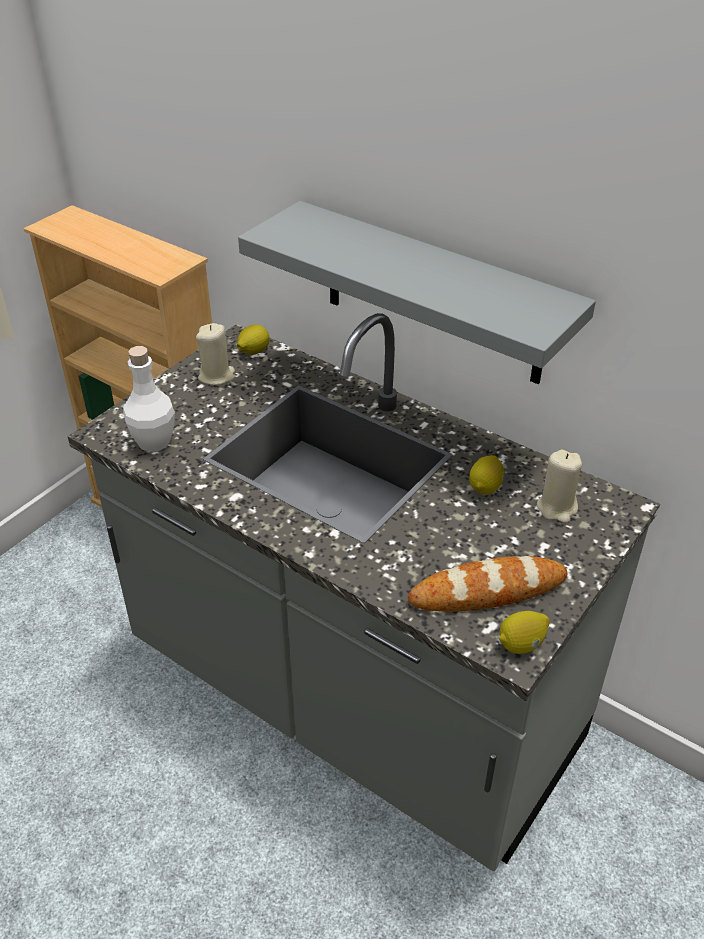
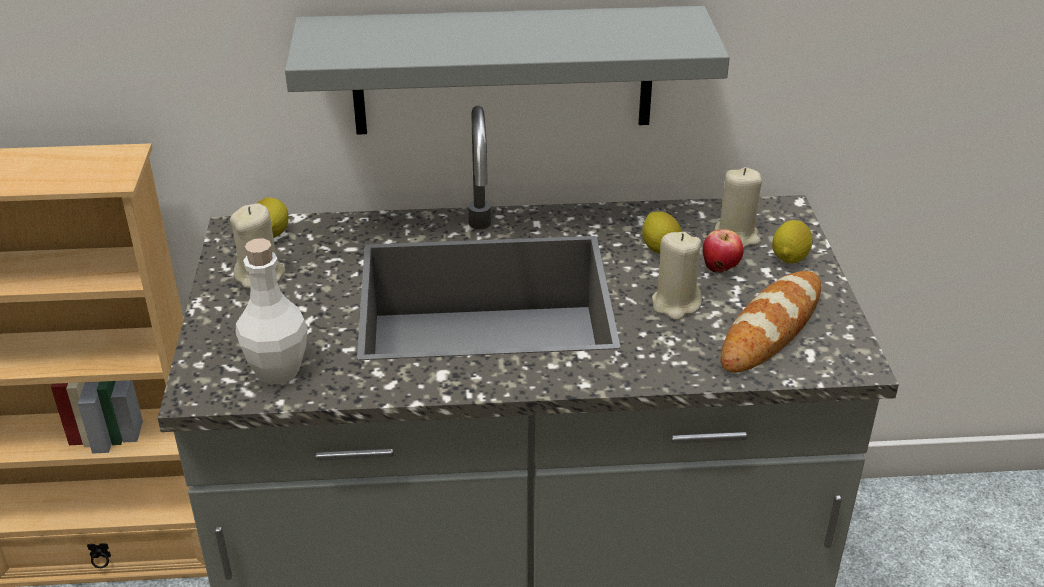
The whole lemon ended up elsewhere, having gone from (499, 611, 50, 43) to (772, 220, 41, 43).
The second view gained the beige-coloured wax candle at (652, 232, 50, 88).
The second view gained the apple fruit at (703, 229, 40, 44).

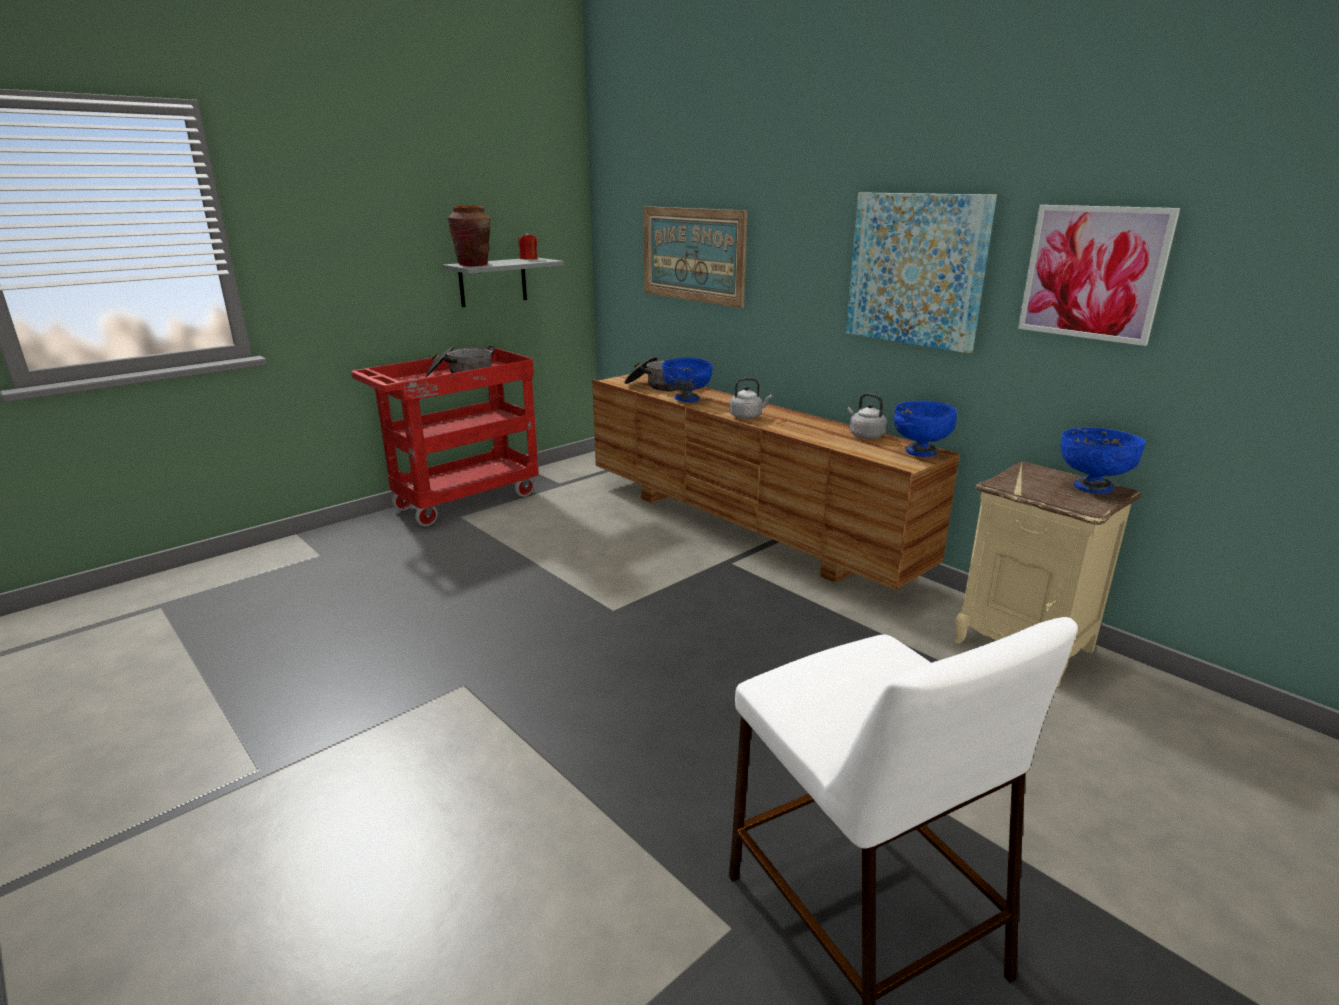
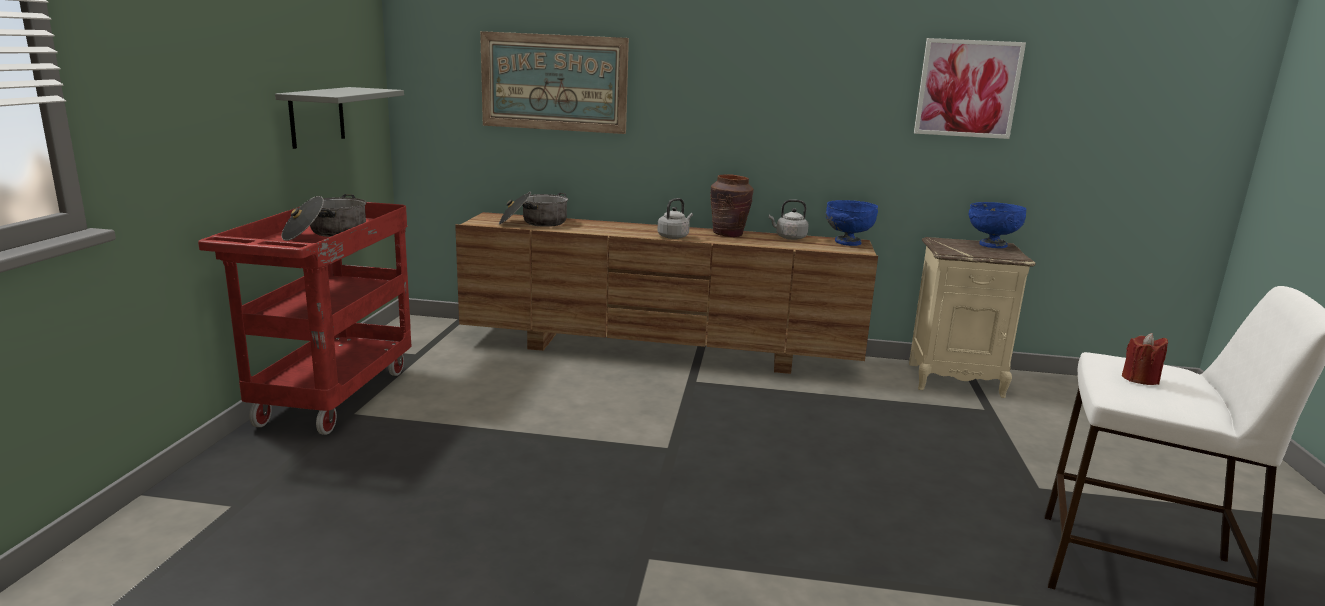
The brown-coloured vase ended up elsewhere, having gone from (448, 206, 43, 60) to (710, 174, 44, 63).
The red-coloured wax candle ended up elsewhere, having gone from (519, 232, 18, 28) to (1122, 333, 46, 52).
The second view lost the blue serving bowl at (662, 358, 51, 44).
The second view lost the picture at (846, 192, 151, 161).

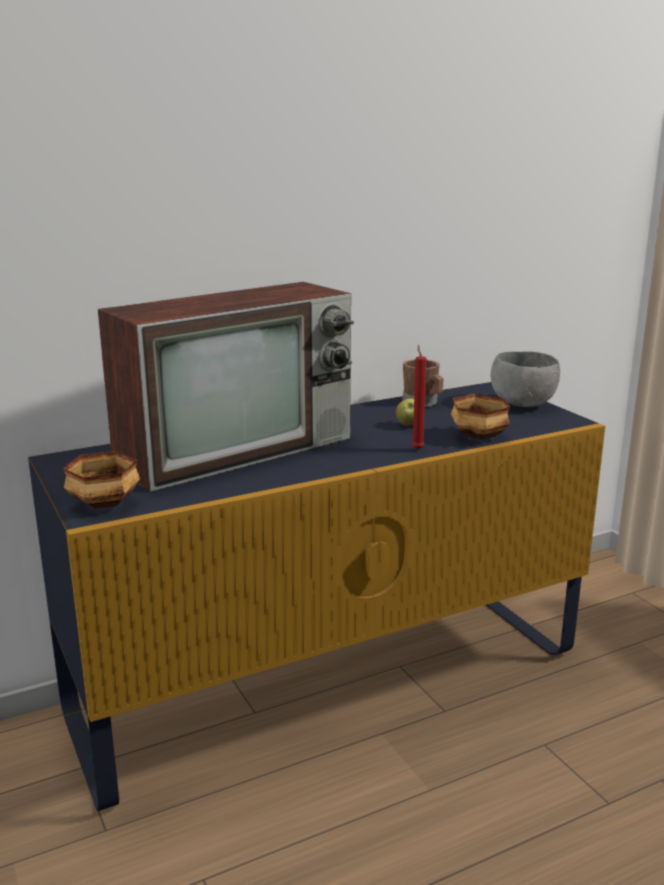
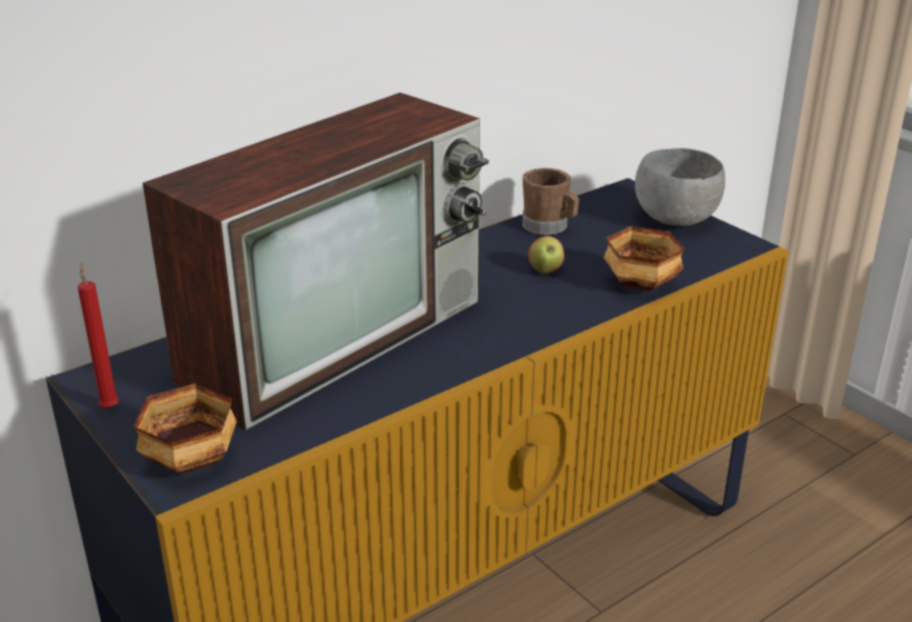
The red-coloured wax candle ended up elsewhere, having gone from (411, 344, 16, 105) to (78, 262, 41, 147).

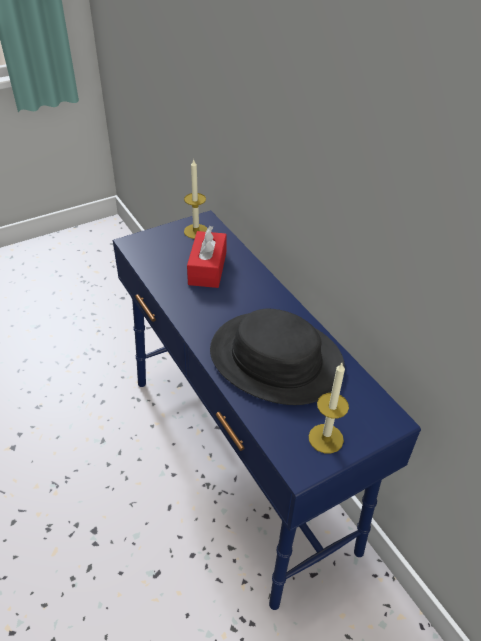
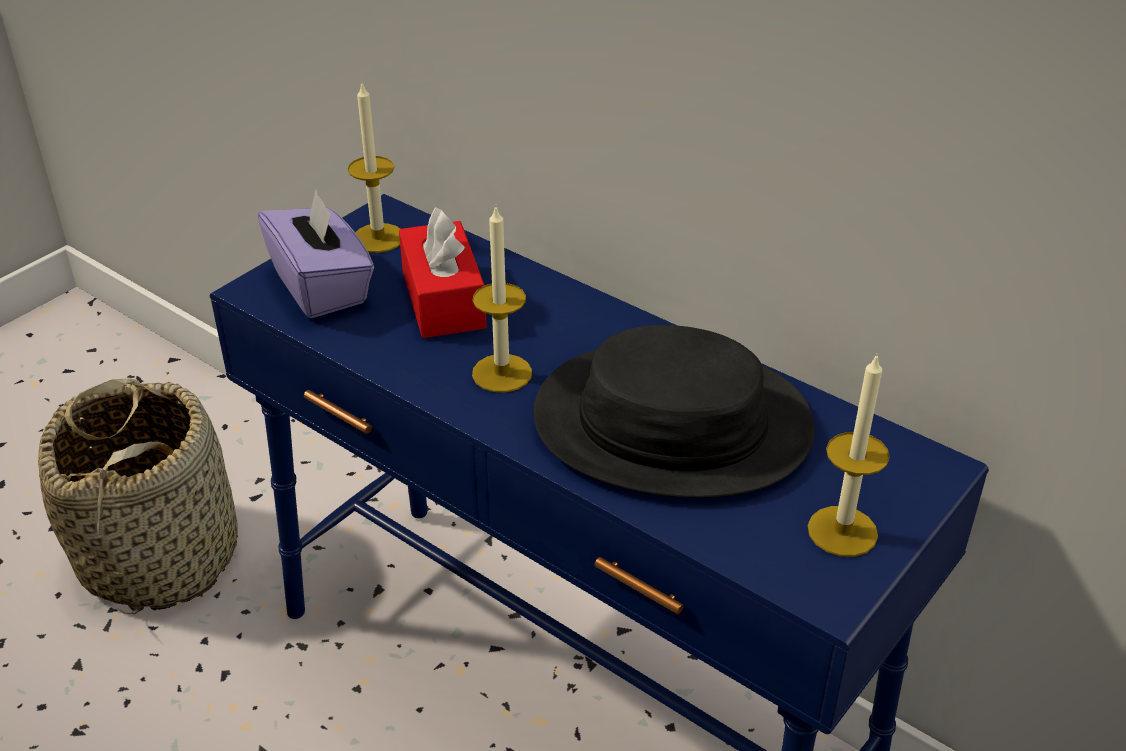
The second view gained the basket at (38, 378, 200, 236).
The second view gained the purplish tissue holder at (258, 190, 116, 128).
The second view gained the wax candle at (472, 205, 60, 188).

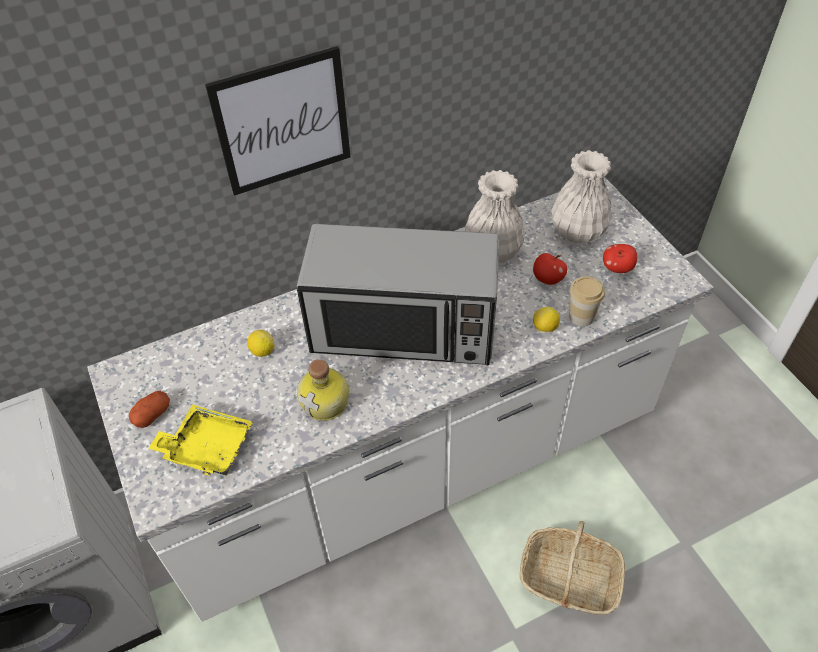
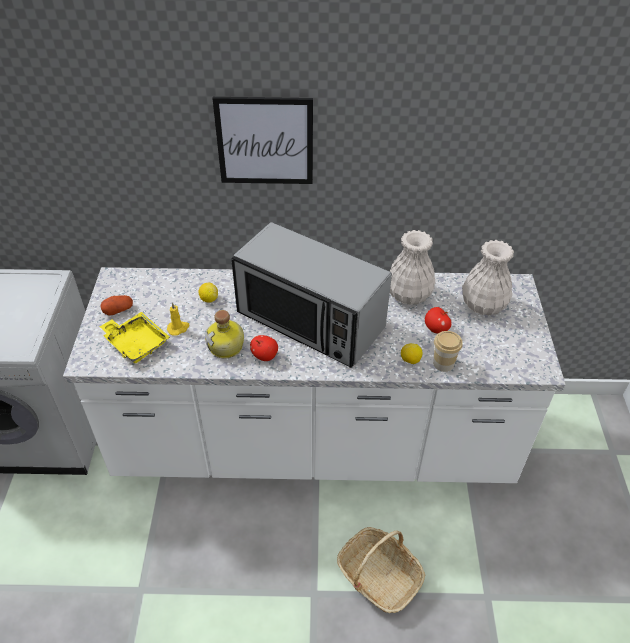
The apple fruit ended up elsewhere, having gone from (603, 244, 34, 29) to (250, 335, 28, 26).
The second view gained the yellowish wax candle at (167, 302, 23, 33).

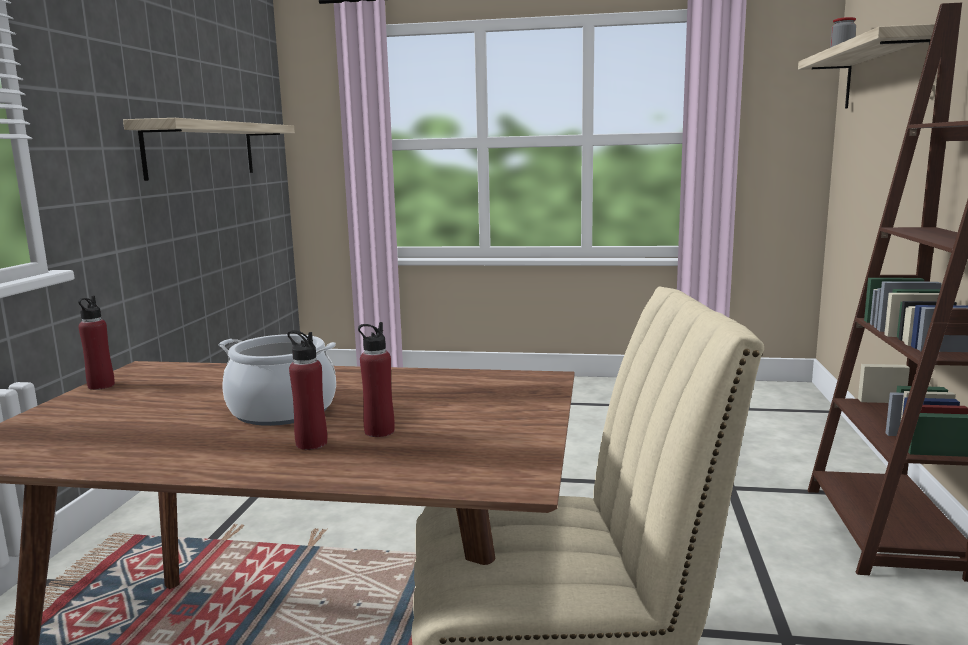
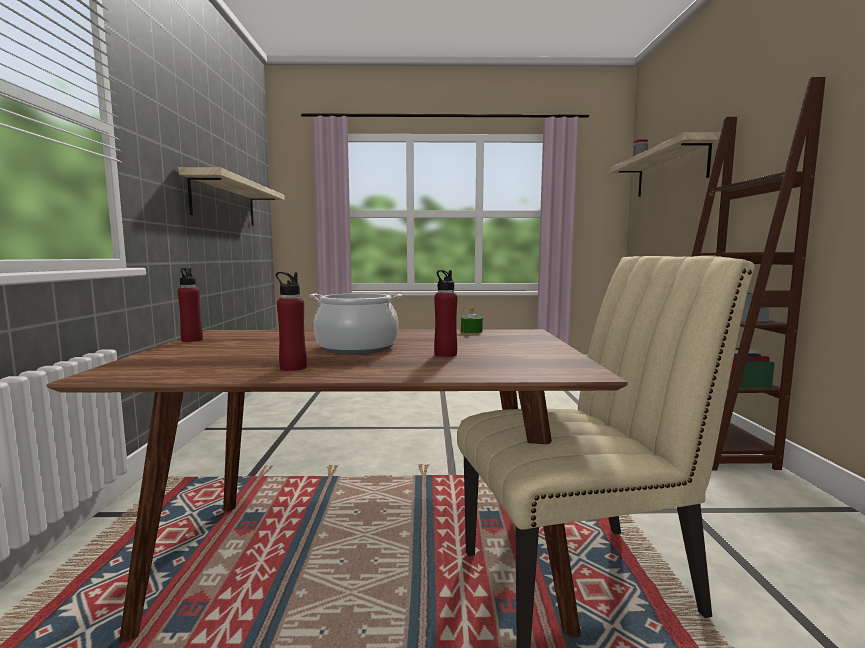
The red-coloured beverage bottle ended up elsewhere, having gone from (287, 330, 40, 120) to (276, 272, 31, 99).
The second view gained the green wax candle at (461, 306, 22, 27).

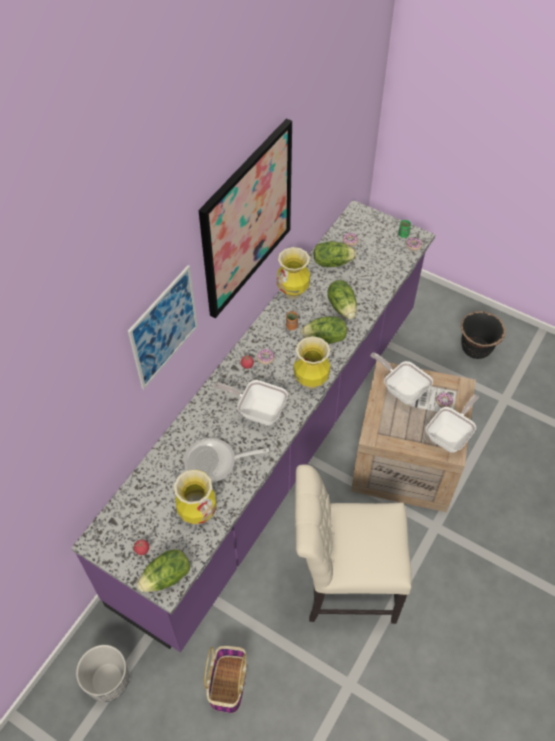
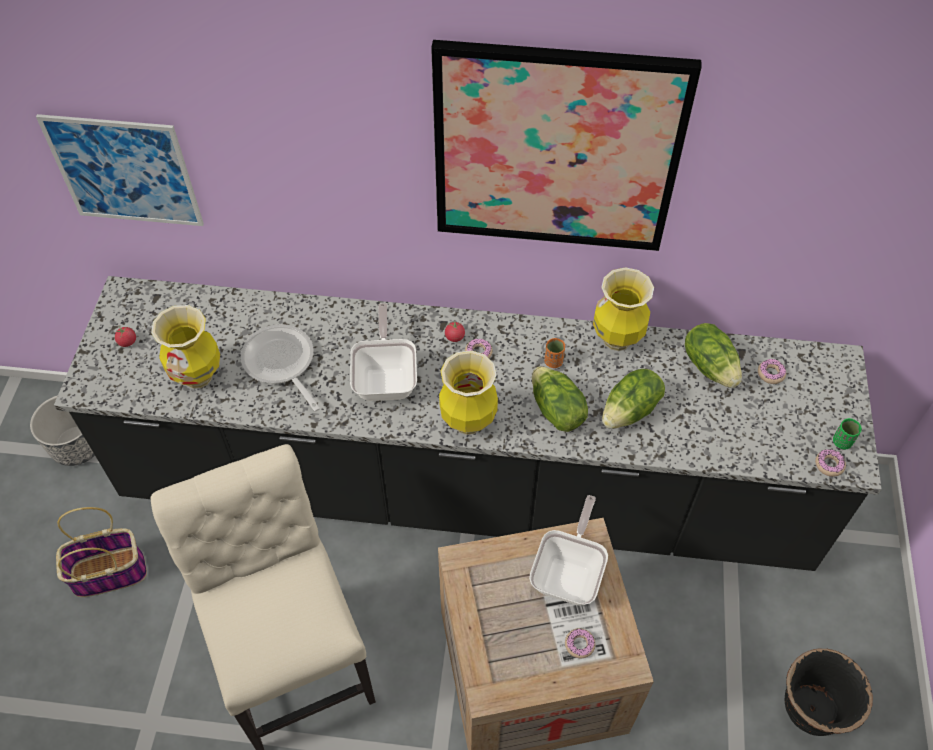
What was the purplish kitchen base unit at (71, 200, 364, 452) turned into the black-coloured kitchen base unit at (54, 276, 828, 295).
The picture ended up elsewhere, having gone from (128, 265, 70, 124) to (36, 114, 168, 112).
The second view lost the lettuce at (137, 549, 53, 43).
The second view lost the frying pan at (426, 394, 53, 59).

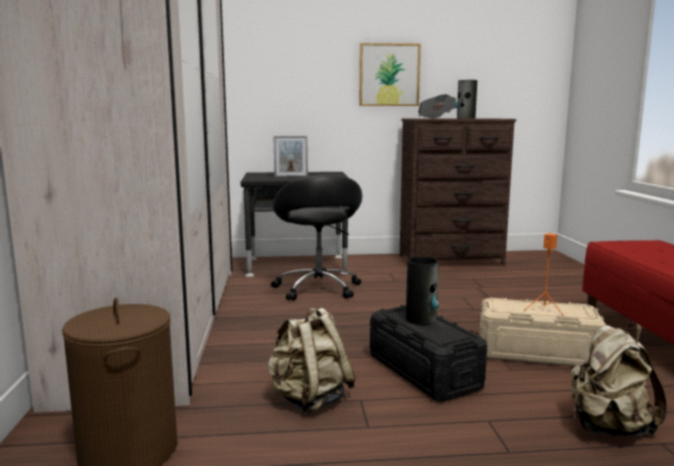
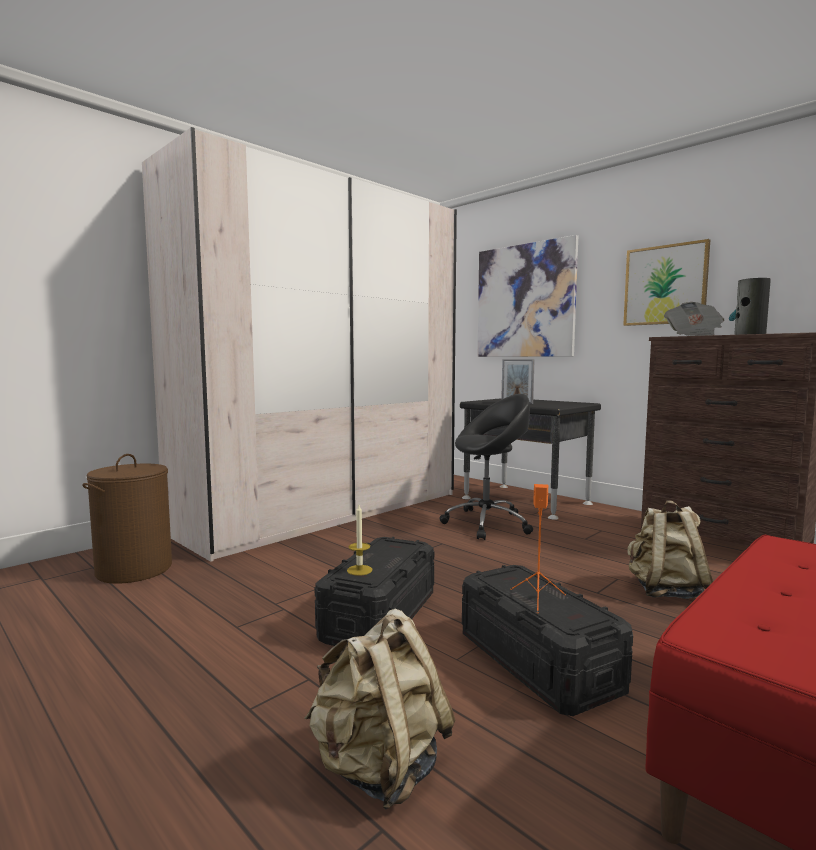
The beige-coloured knapsack ended up elsewhere, having gone from (267, 308, 89, 106) to (627, 500, 86, 99).
The black-coloured desk chair at (271, 175, 91, 126) ended up facing another way, 135 degrees counterclockwise from before.
The second view lost the vase at (406, 257, 33, 68).
What was the beige-coloured storage box at (479, 298, 127, 68) turned into the black-coloured storage box at (462, 565, 171, 151).
The second view gained the wax candle at (347, 505, 25, 71).
The second view gained the picture at (478, 235, 100, 122).

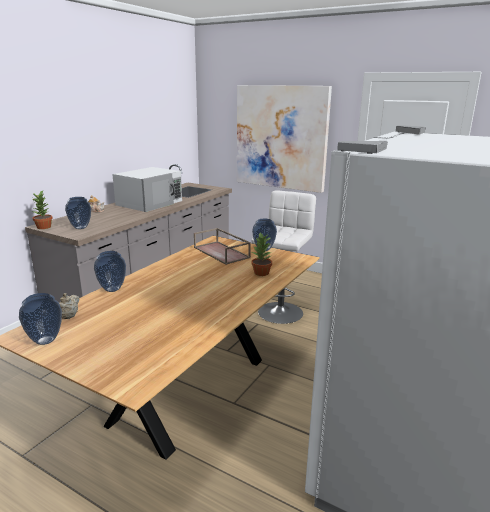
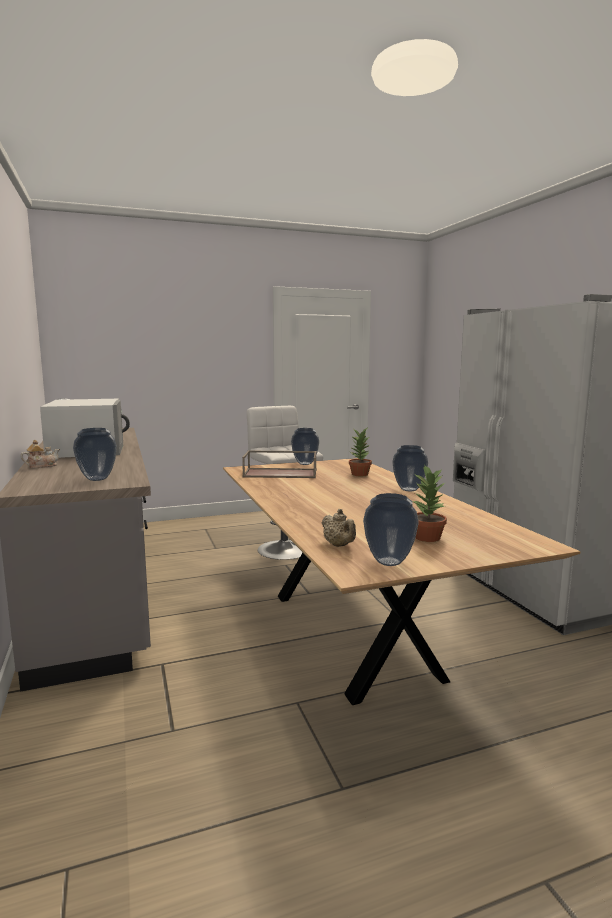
The houseplant ended up elsewhere, having gone from (32, 191, 20, 38) to (412, 466, 35, 76).
The vase ended up elsewhere, having gone from (94, 251, 32, 41) to (392, 445, 36, 46).
The second view lost the picture at (237, 85, 95, 108).

